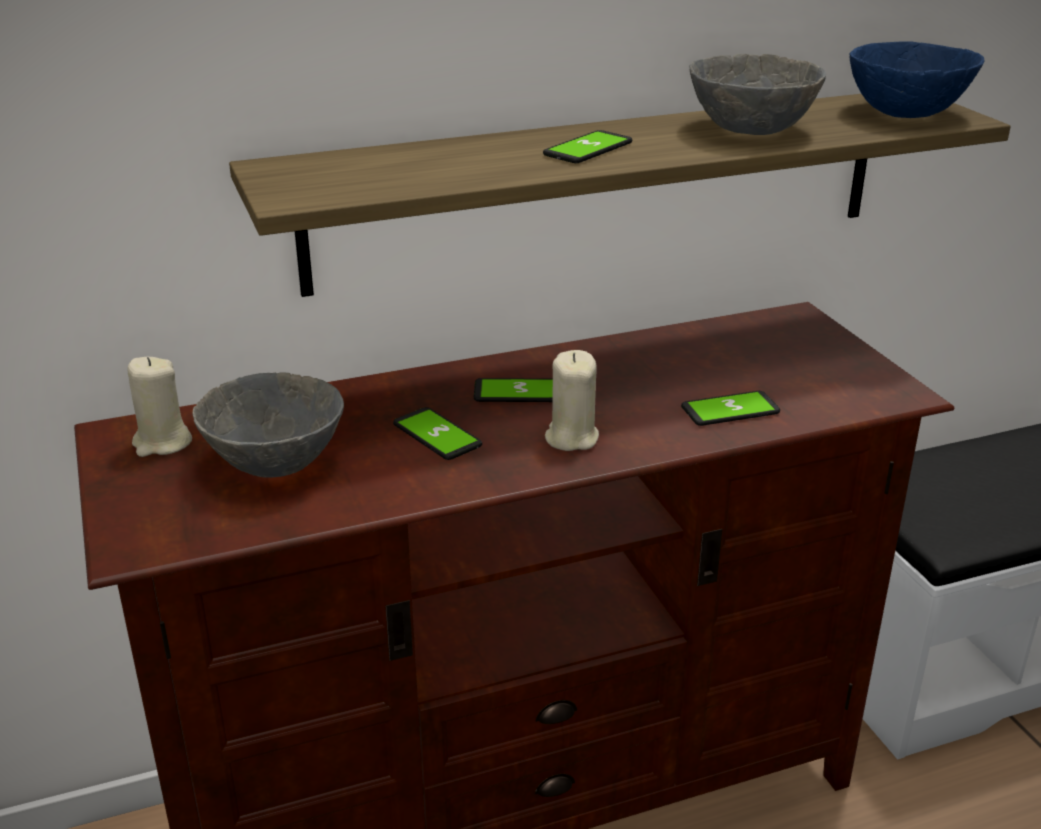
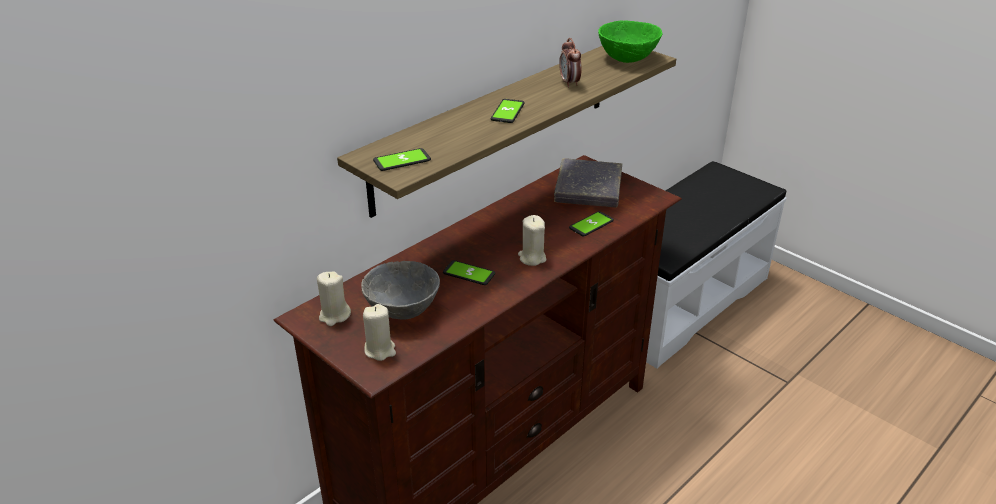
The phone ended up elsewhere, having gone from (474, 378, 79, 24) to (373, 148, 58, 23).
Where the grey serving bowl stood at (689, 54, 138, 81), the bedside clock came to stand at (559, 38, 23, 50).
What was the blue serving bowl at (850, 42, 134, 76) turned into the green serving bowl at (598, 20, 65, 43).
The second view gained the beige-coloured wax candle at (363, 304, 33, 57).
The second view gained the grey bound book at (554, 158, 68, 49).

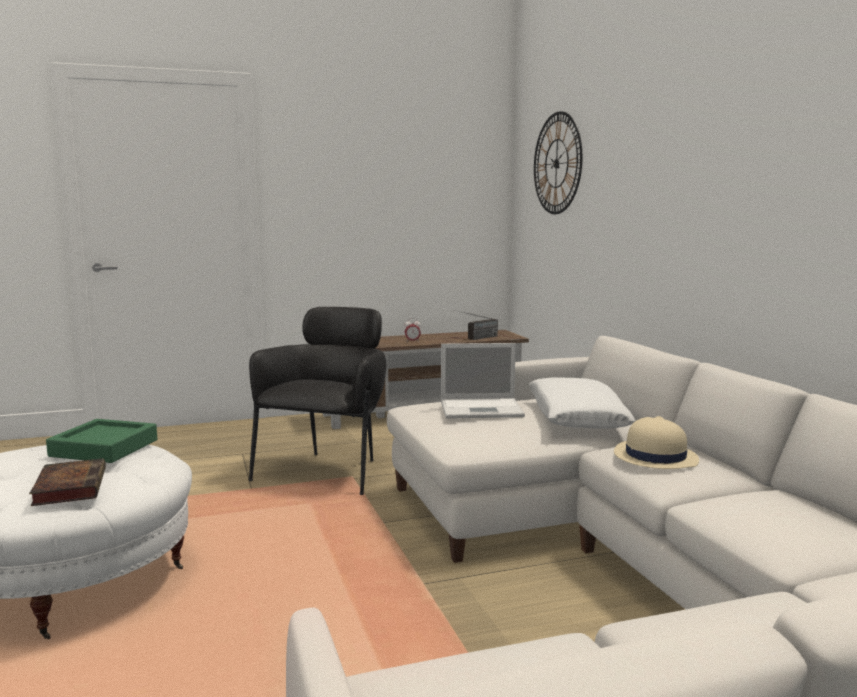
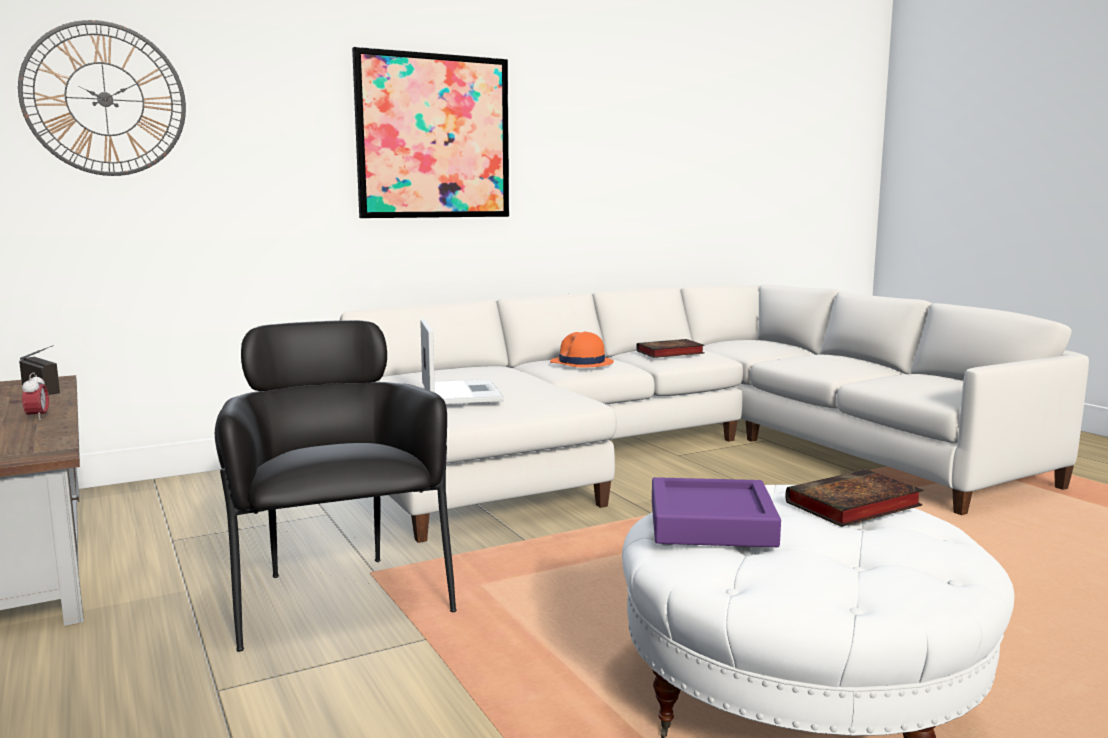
What was the green tray at (46, 419, 111, 44) turned into the purplish tray at (652, 477, 129, 70).
The black-coloured easy chair at (249, 307, 137, 188) ended up facing another way, 60 degrees clockwise from before.
The second view lost the whitish cushion at (529, 378, 106, 51).
What was the beige-coloured wearable hat at (614, 416, 85, 53) turned into the orange-coloured wearable hat at (550, 332, 64, 35).
The second view gained the picture at (352, 47, 157, 171).
The second view gained the bound book at (636, 339, 69, 19).

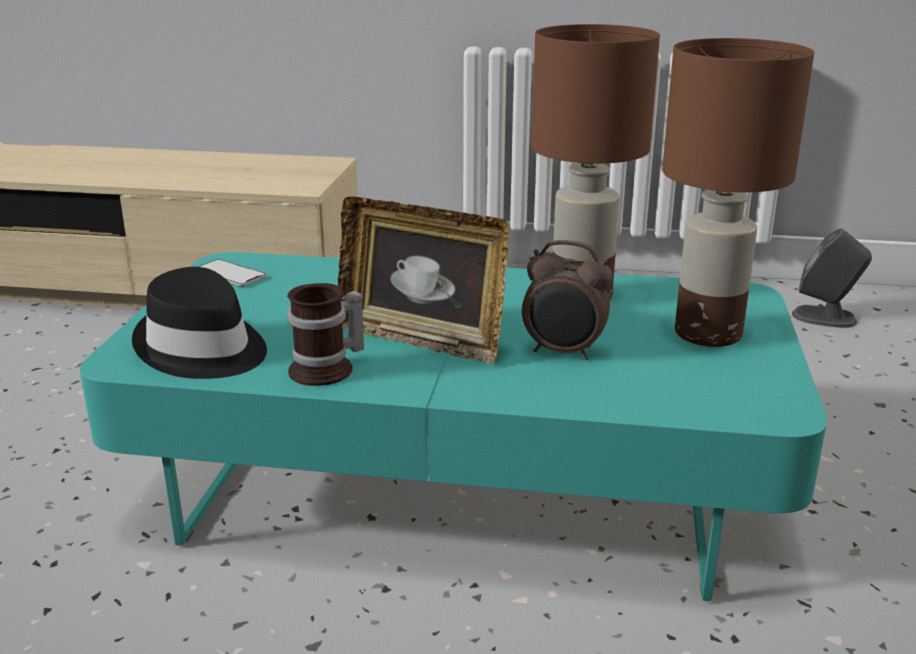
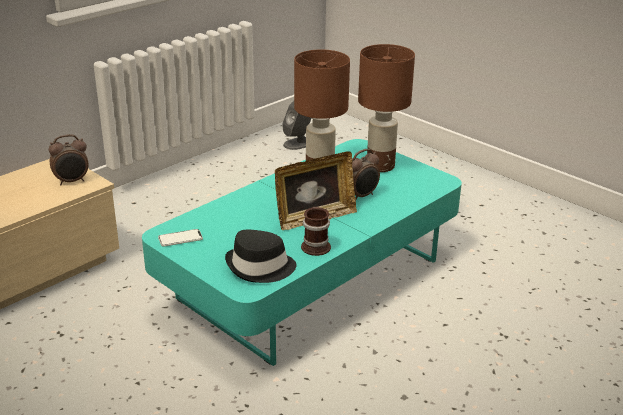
The second view gained the bedside clock at (49, 134, 39, 51).

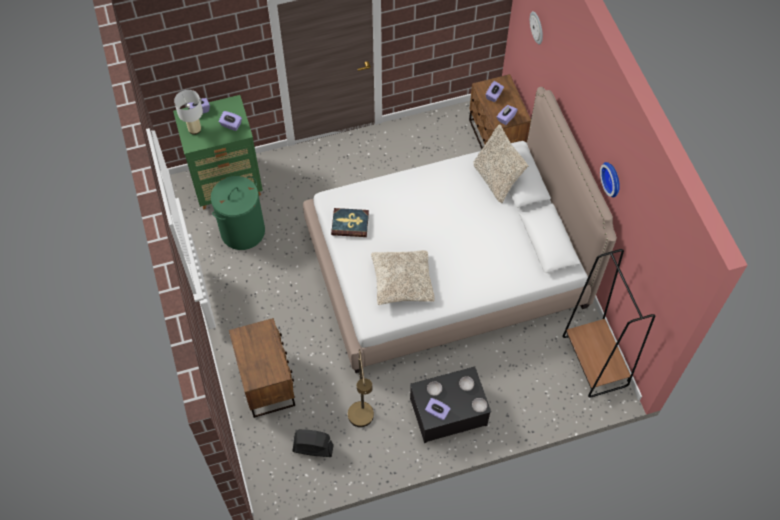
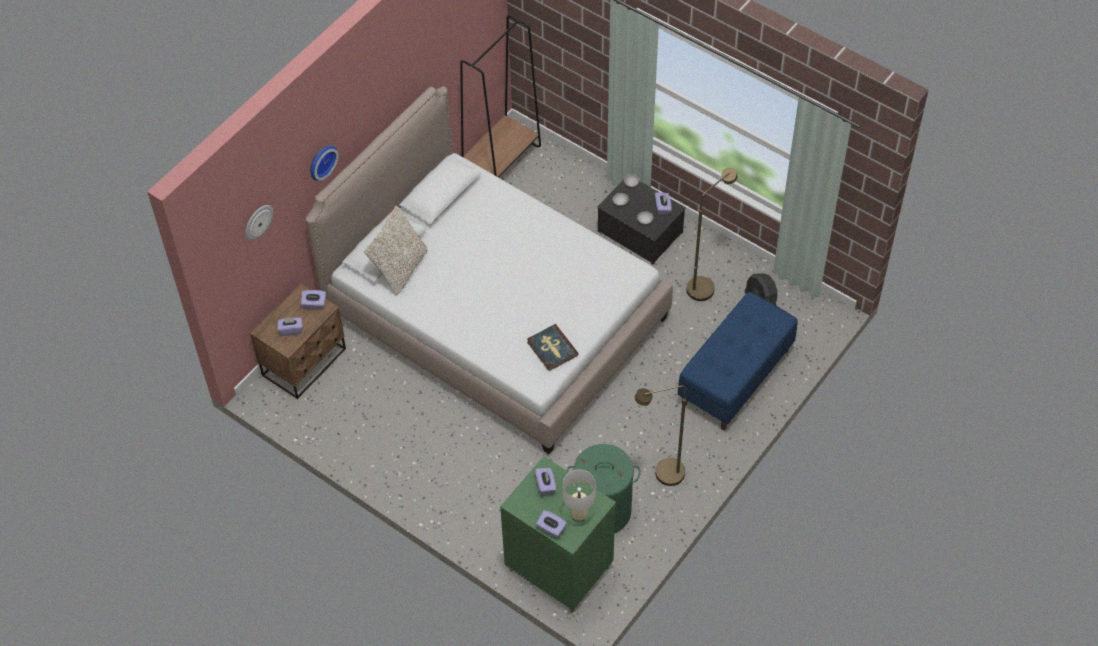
Where the brown-coloured night table stood at (229, 318, 66, 100), the blue indoor bench came to stand at (678, 292, 120, 138).
The second view lost the beige-coloured cushion at (371, 250, 64, 55).
The hanging clock ended up elsewhere, having gone from (600, 162, 20, 36) to (310, 146, 29, 35).
The second view gained the brown-coloured floor lamp at (635, 385, 51, 101).

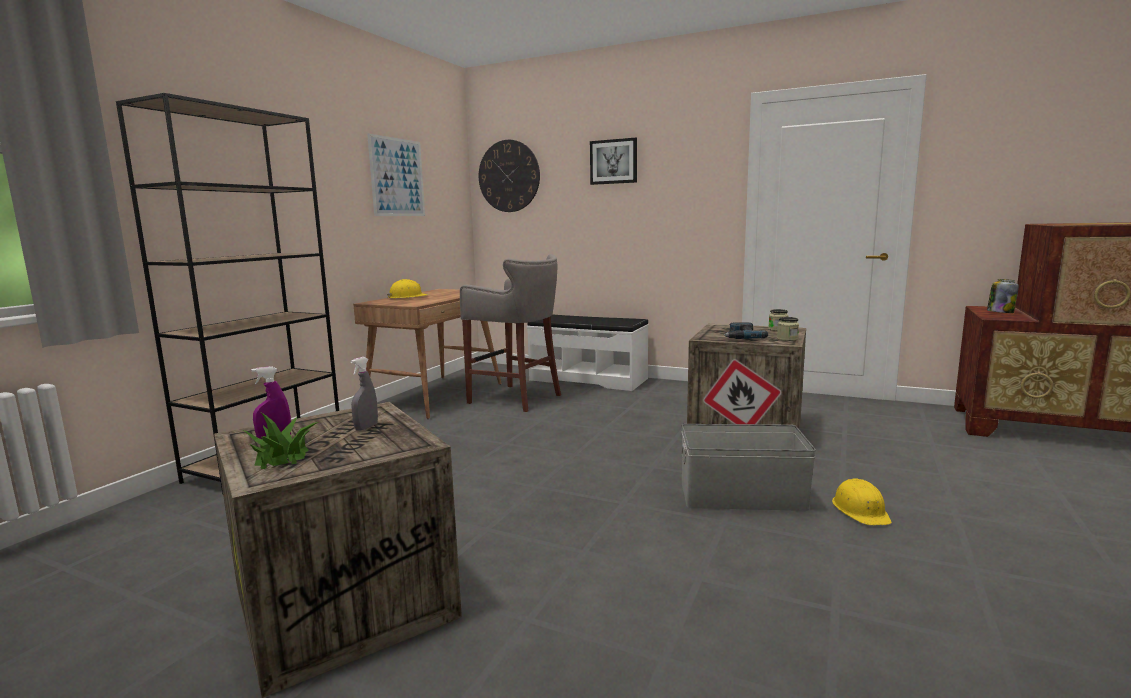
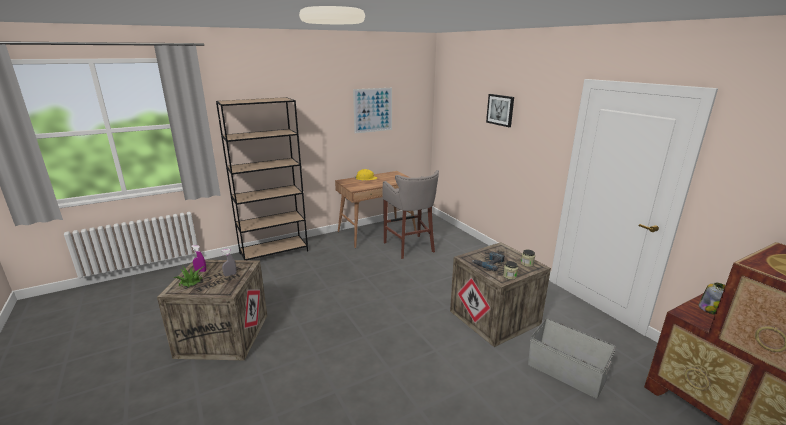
The second view lost the hanging clock at (479, 140, 61, 72).
The second view lost the whitish indoor bench at (527, 314, 122, 77).
The grey storage box ended up elsewhere, having gone from (682, 424, 134, 87) to (528, 318, 88, 81).
The second view lost the yellowish safety helmet at (832, 478, 60, 47).

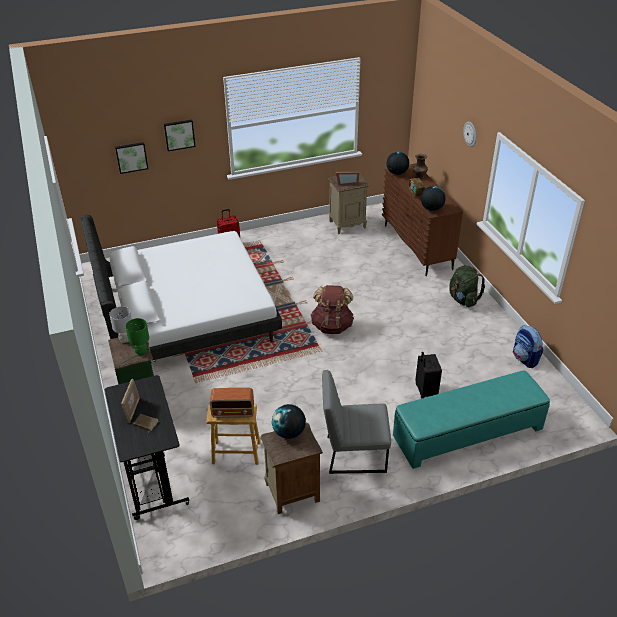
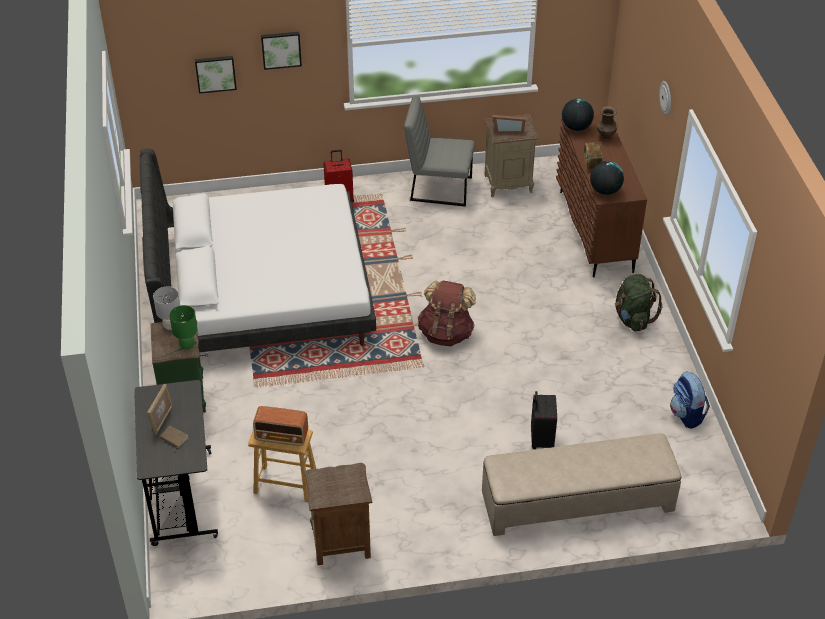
The second view lost the world globe at (272, 404, 34, 35).
The grey plain chair ended up elsewhere, having gone from (322, 370, 69, 104) to (404, 96, 71, 111).
What was the turquoise indoor bench at (393, 370, 157, 99) turned into the beige-coloured indoor bench at (482, 433, 199, 103).

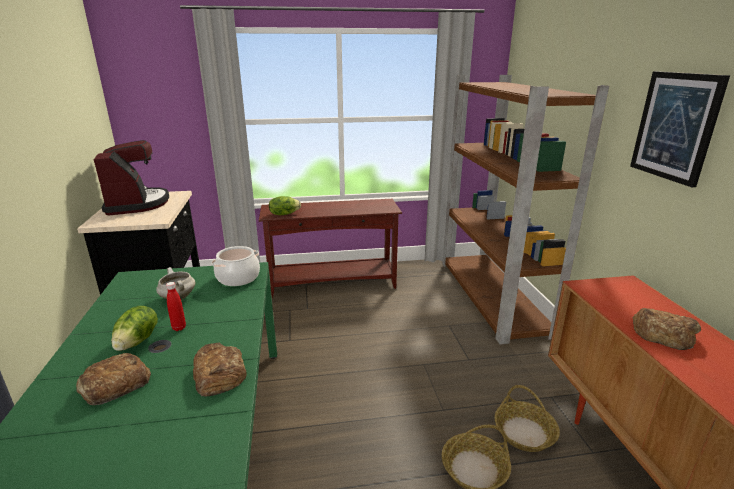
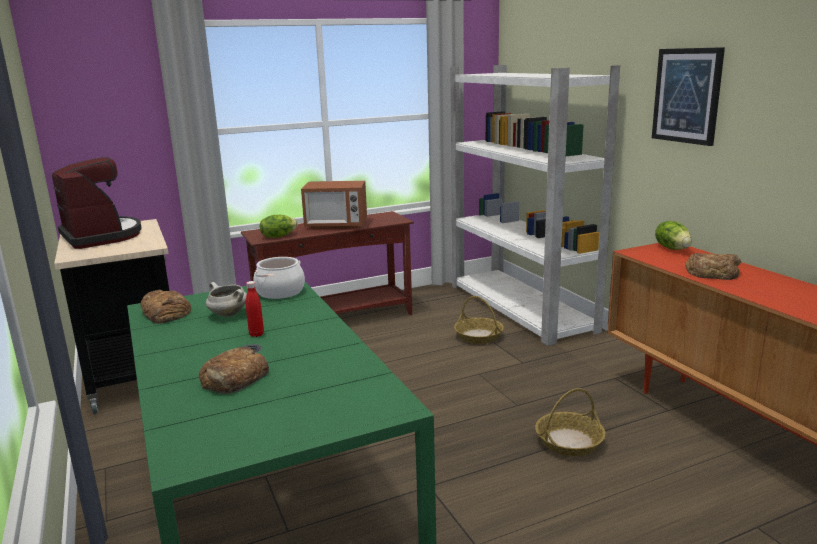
The lettuce ended up elsewhere, having gone from (111, 306, 47, 45) to (655, 221, 37, 29).
The bakery bread ended up elsewhere, having gone from (193, 343, 54, 54) to (140, 290, 51, 34).
What was the brown-coloured bookcase at (442, 75, 167, 270) turned into the whitish bookcase at (450, 65, 170, 281).
The basket ended up elsewhere, having gone from (495, 385, 65, 67) to (454, 296, 50, 48).
The second view gained the kitchen microwave at (301, 180, 66, 49).

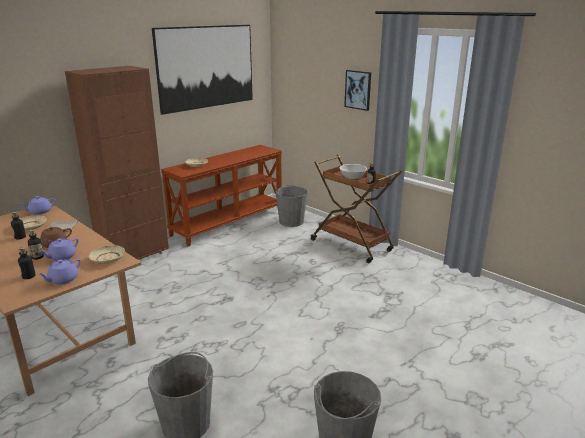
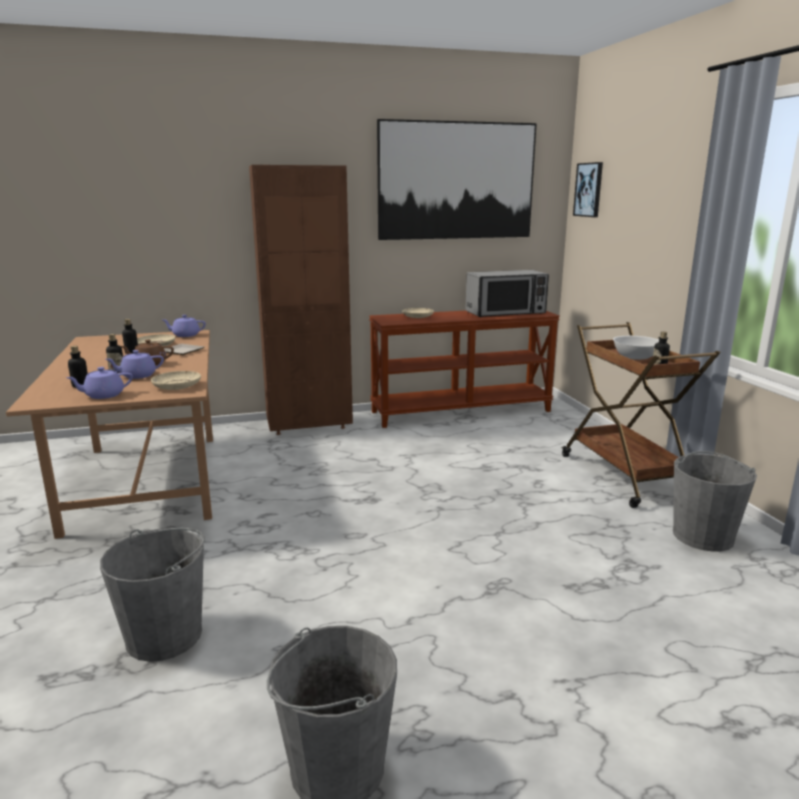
The grey bucket ended up elsewhere, having gone from (275, 185, 33, 42) to (673, 451, 84, 101).
The picture ended up elsewhere, having gone from (344, 70, 27, 41) to (573, 162, 30, 55).
The second view gained the kitchen microwave at (465, 270, 84, 47).

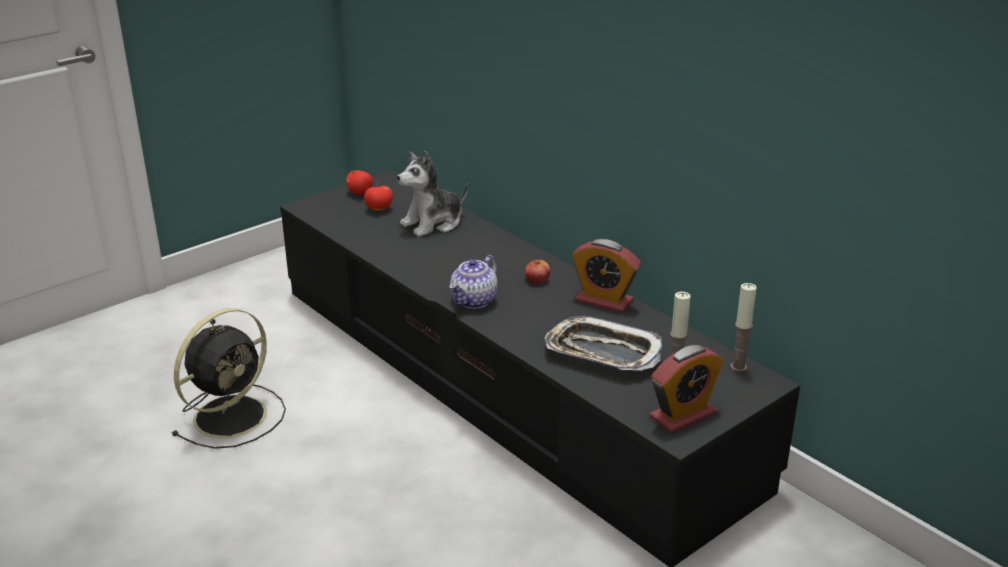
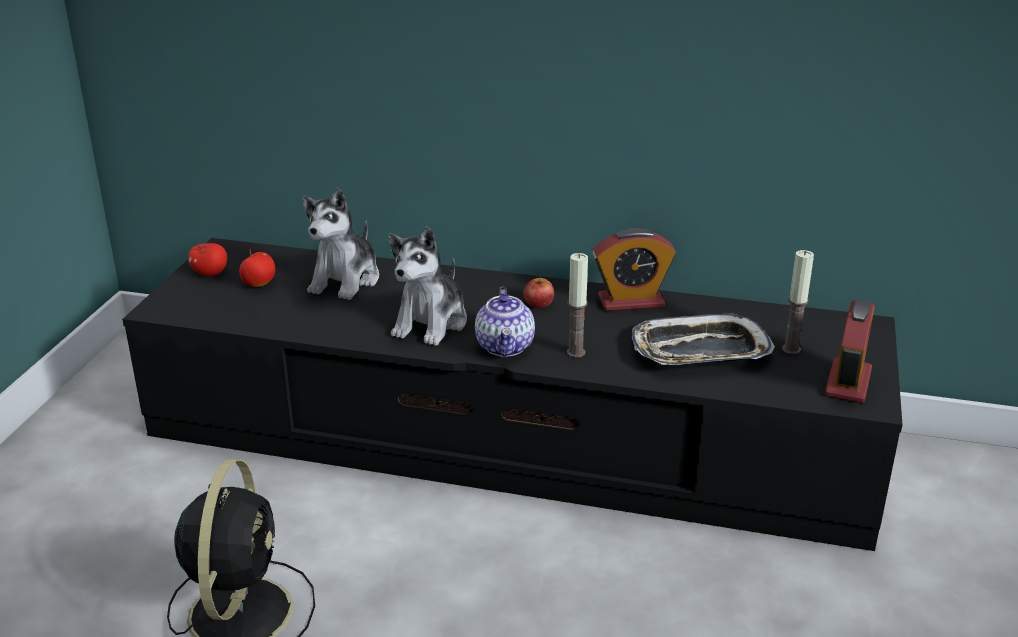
The wax candle ended up elsewhere, having gone from (730, 283, 27, 89) to (567, 253, 21, 105).
The second view gained the soft toy at (388, 226, 79, 120).

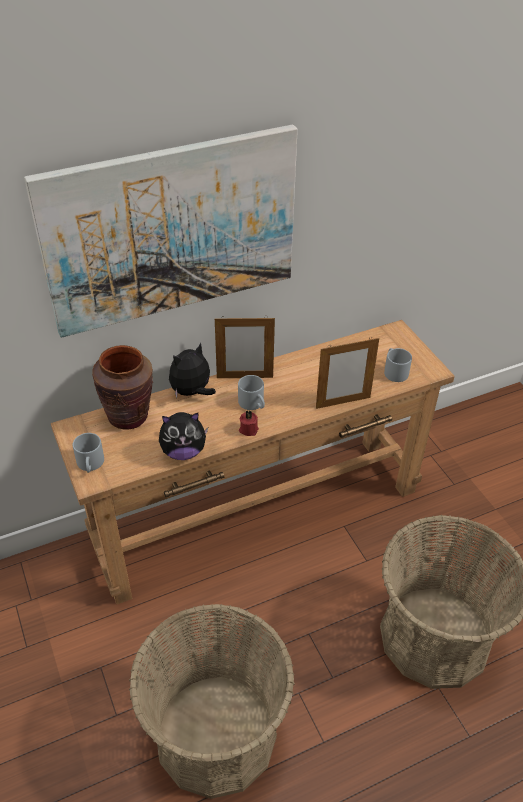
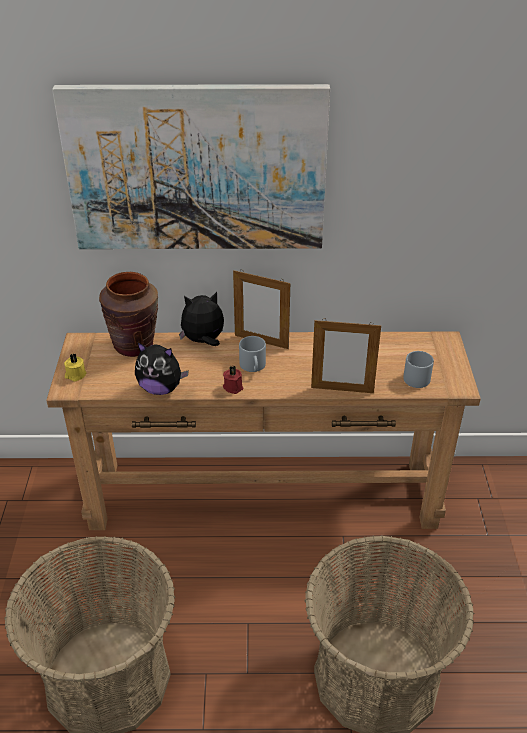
Where the grey mug stood at (73, 433, 31, 40), the yellowish wax candle came to stand at (64, 354, 23, 28).

